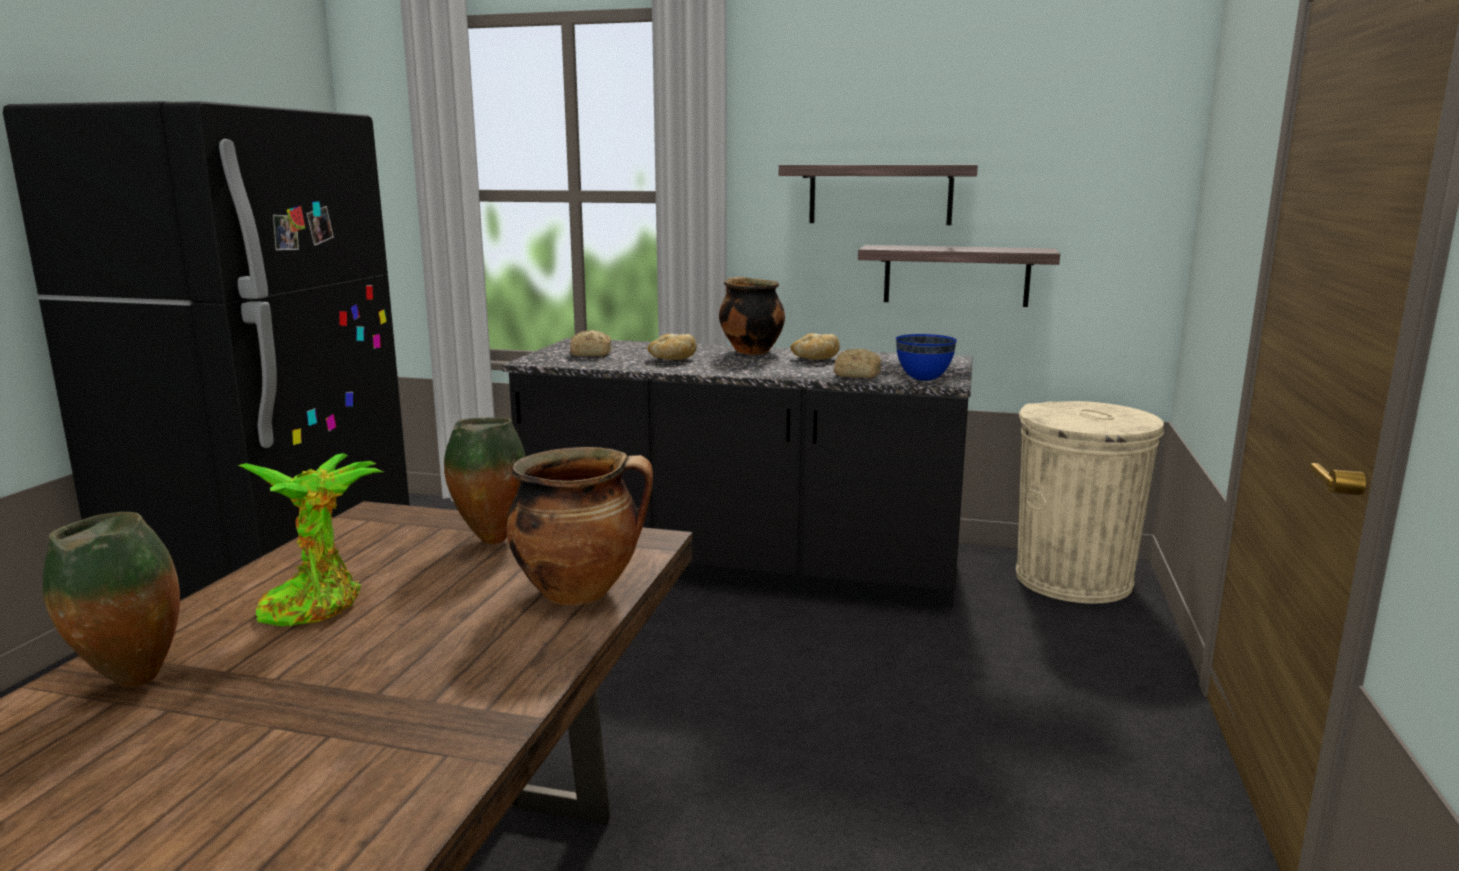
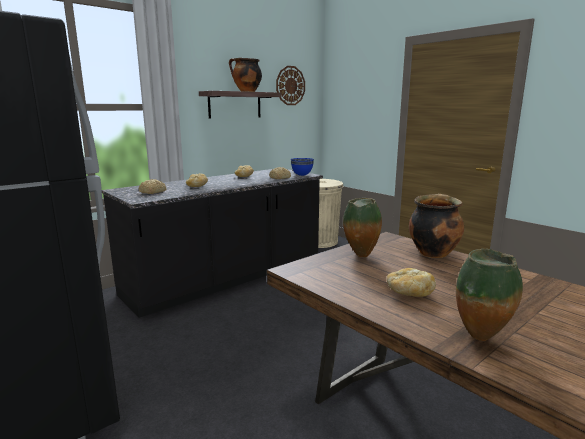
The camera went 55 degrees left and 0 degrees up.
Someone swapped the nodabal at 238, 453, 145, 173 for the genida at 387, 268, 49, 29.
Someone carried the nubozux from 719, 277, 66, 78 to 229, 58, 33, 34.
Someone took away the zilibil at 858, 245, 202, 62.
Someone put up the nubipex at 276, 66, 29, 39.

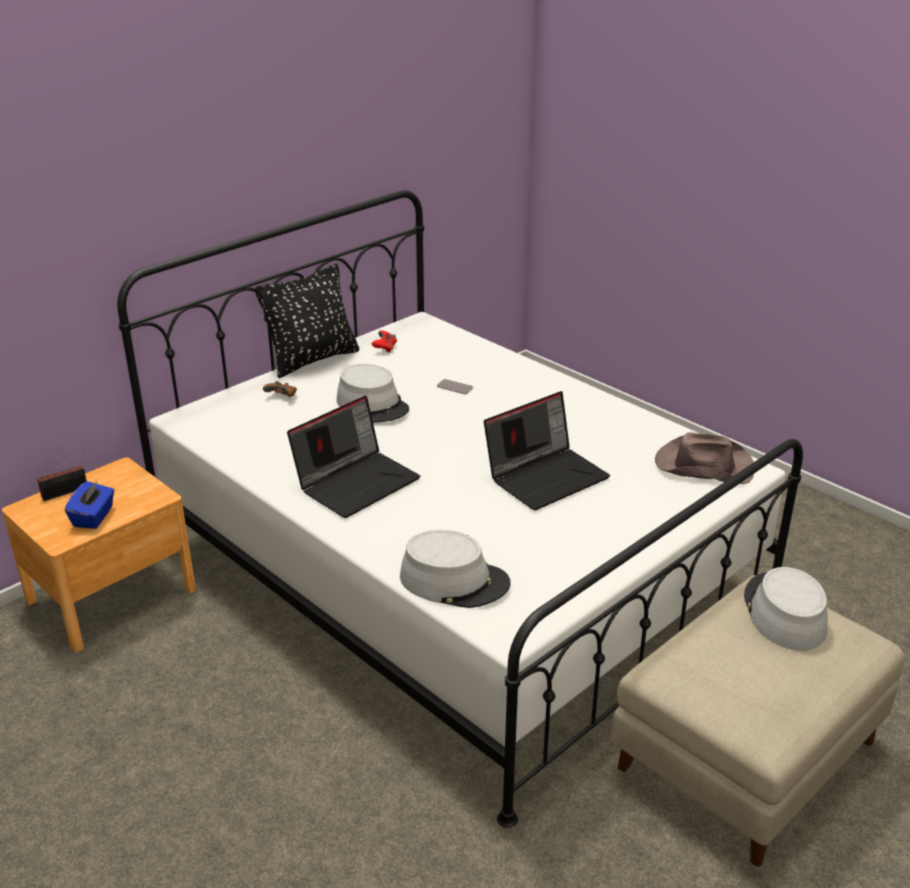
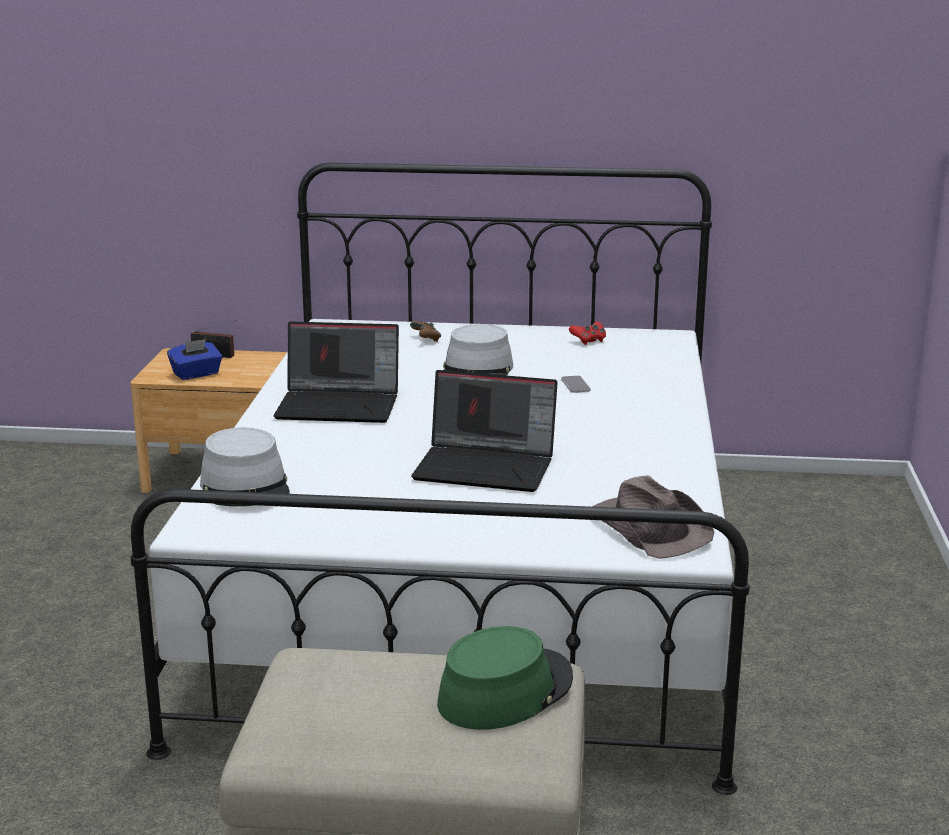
The camera went 50 degrees right and 10 degrees down.
Someone took away the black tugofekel at 255, 264, 104, 114.
Someone repainted the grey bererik at 744, 567, 84, 84, which became the green bererik at 437, 626, 136, 104.

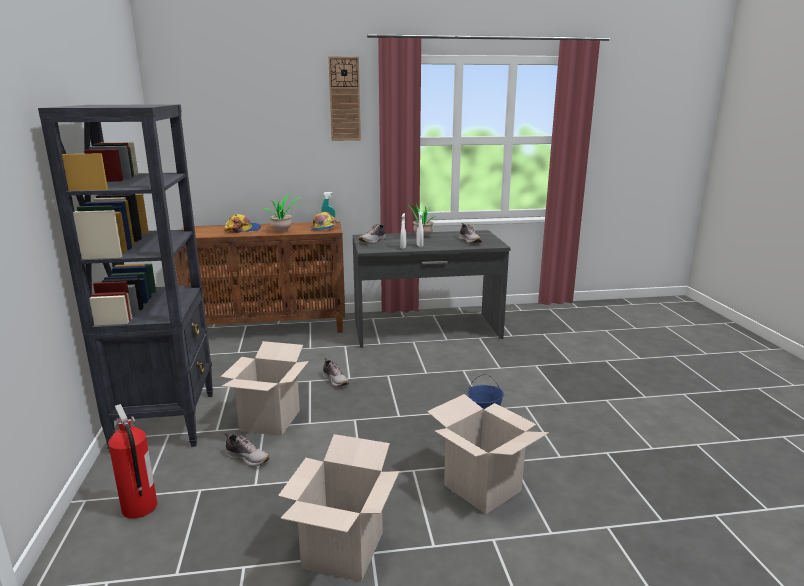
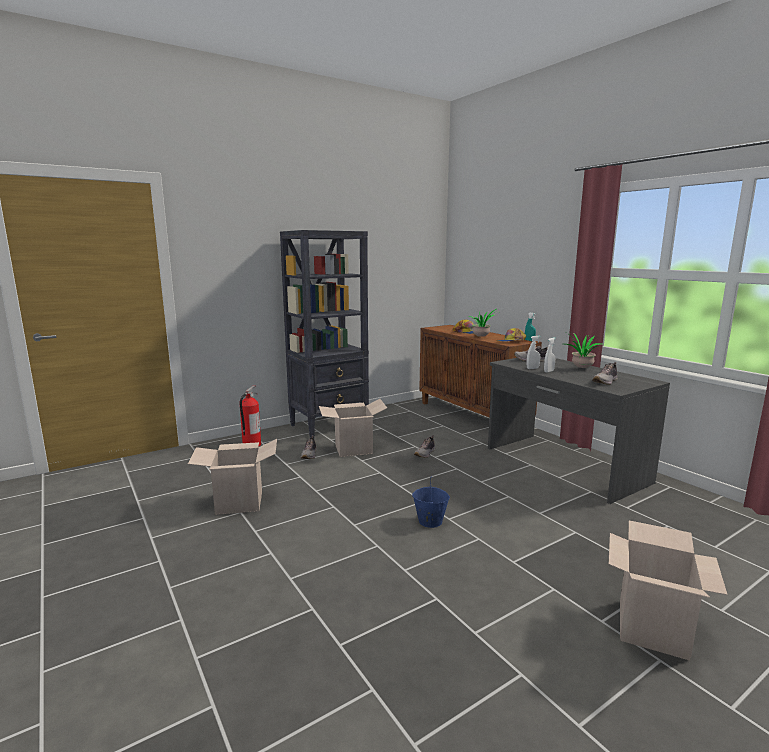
The camera went 65 degrees right and 5 degrees down.
Someone took away the nubipex at 328, 56, 33, 85.
Someone carried the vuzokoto from 427, 394, 122, 120 to 609, 521, 119, 140.

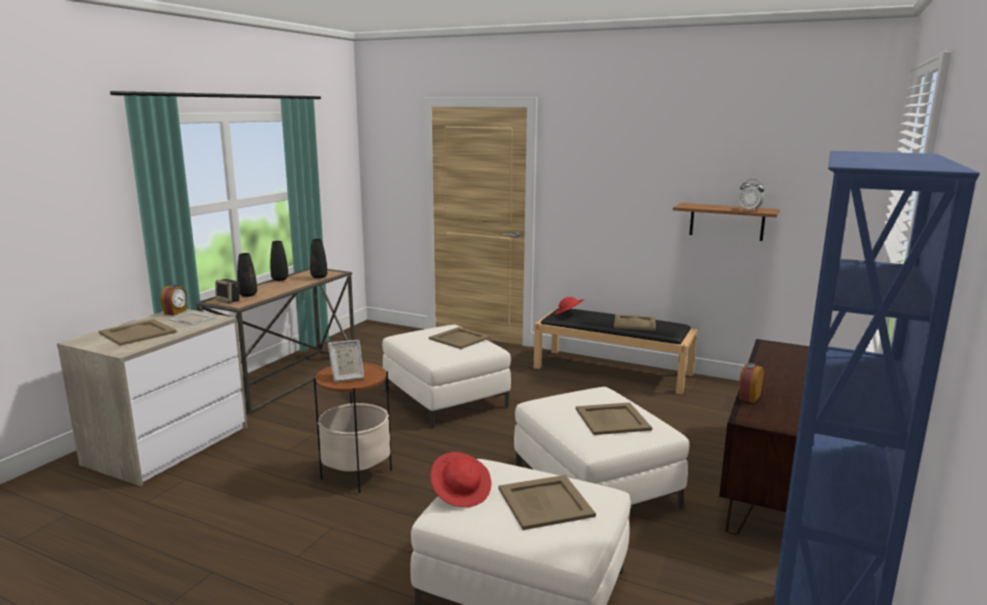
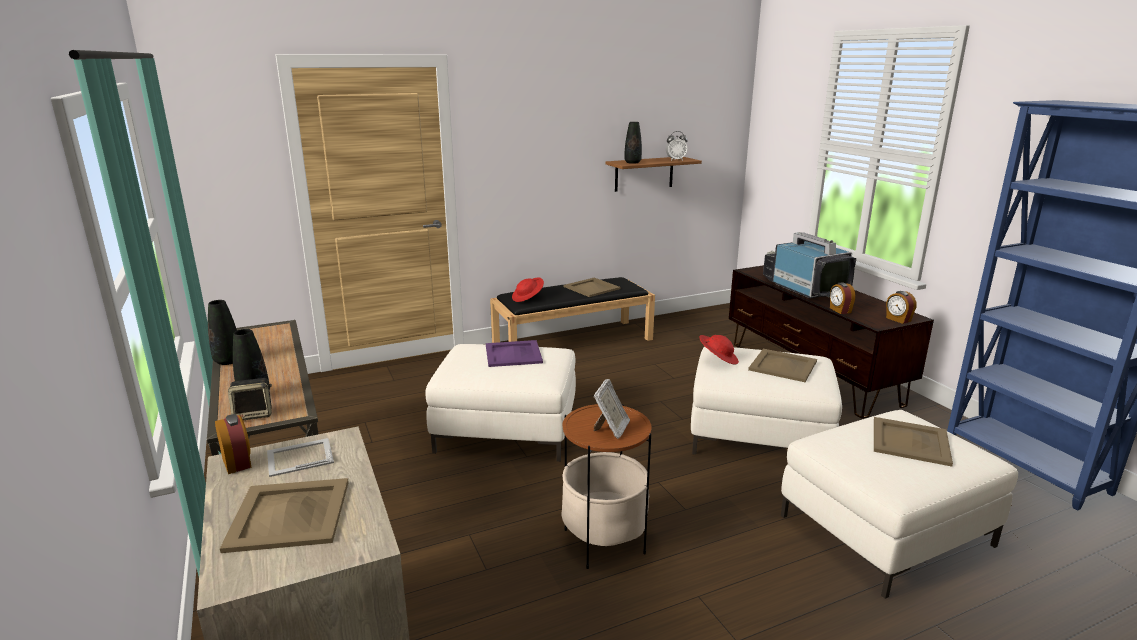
The camera went 50 degrees left and 5 degrees up.
Someone carried the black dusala from 310, 239, 17, 39 to 625, 122, 17, 42.
Someone repainted the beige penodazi at 429, 327, 62, 22, which became the purple penodazi at 486, 340, 57, 27.
Someone carried the red bererik from 430, 452, 62, 55 to 699, 335, 40, 30.
Someone put down the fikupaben at 763, 232, 93, 66.
Someone put down the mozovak at 886, 291, 30, 33.

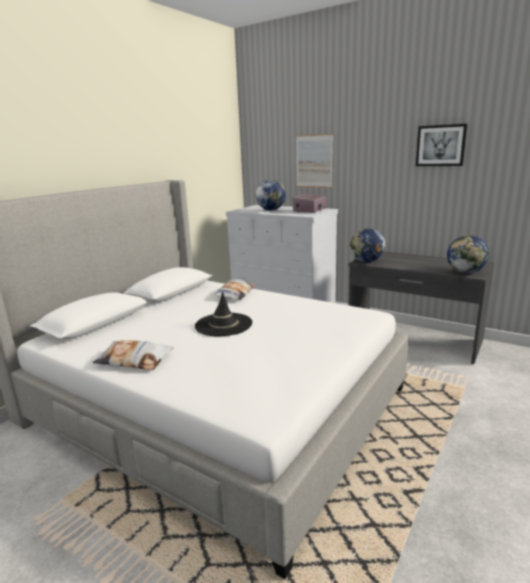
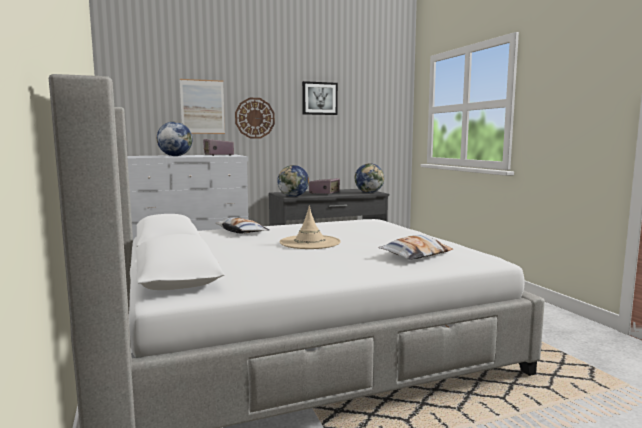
The camera went 55 degrees left and 10 degrees down.
Someone carried the tugofekel from 92, 340, 82, 30 to 379, 235, 74, 25.
Someone repainted the black bererik at 195, 291, 57, 45, which became the beige bererik at 279, 206, 62, 43.
Someone put up the nubipex at 235, 98, 40, 41.
Someone put down the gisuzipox at 309, 178, 31, 16.

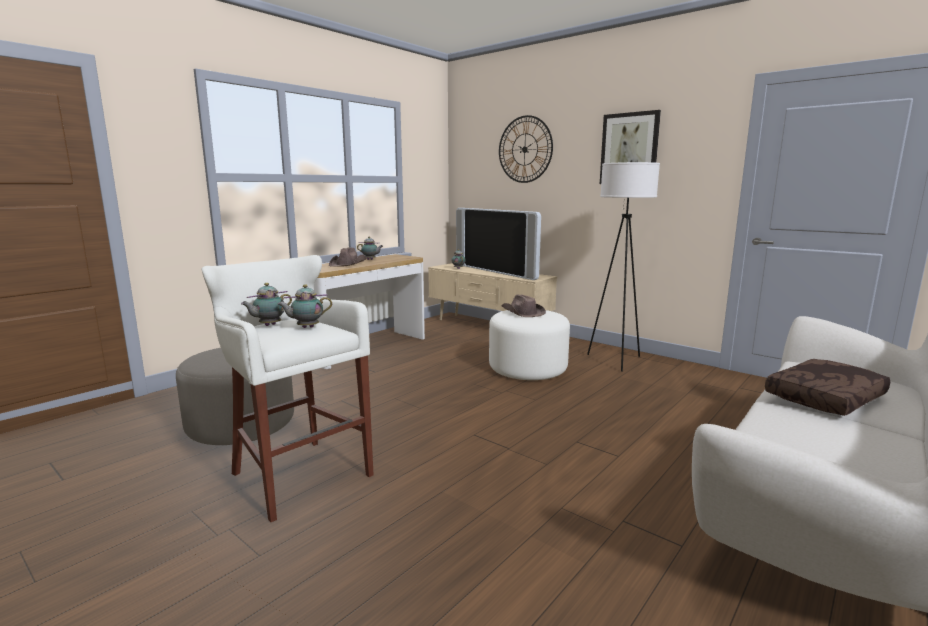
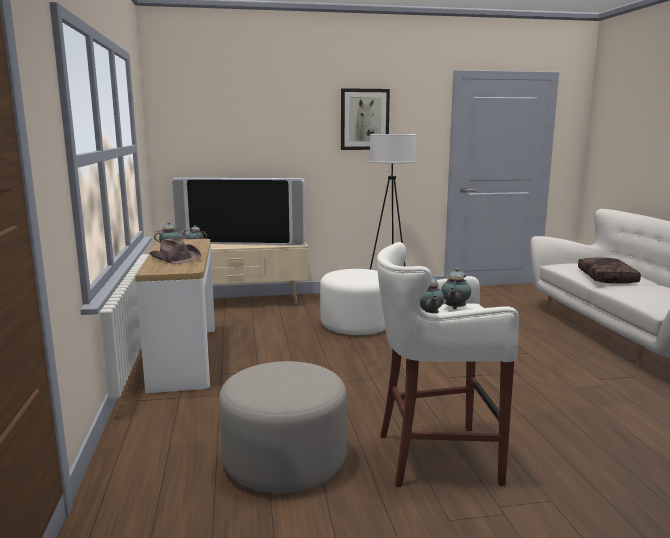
The camera went 50 degrees left and 0 degrees up.
Someone took away the nubipex at 499, 115, 54, 68.
Someone took away the brown bererik at 502, 294, 44, 23.

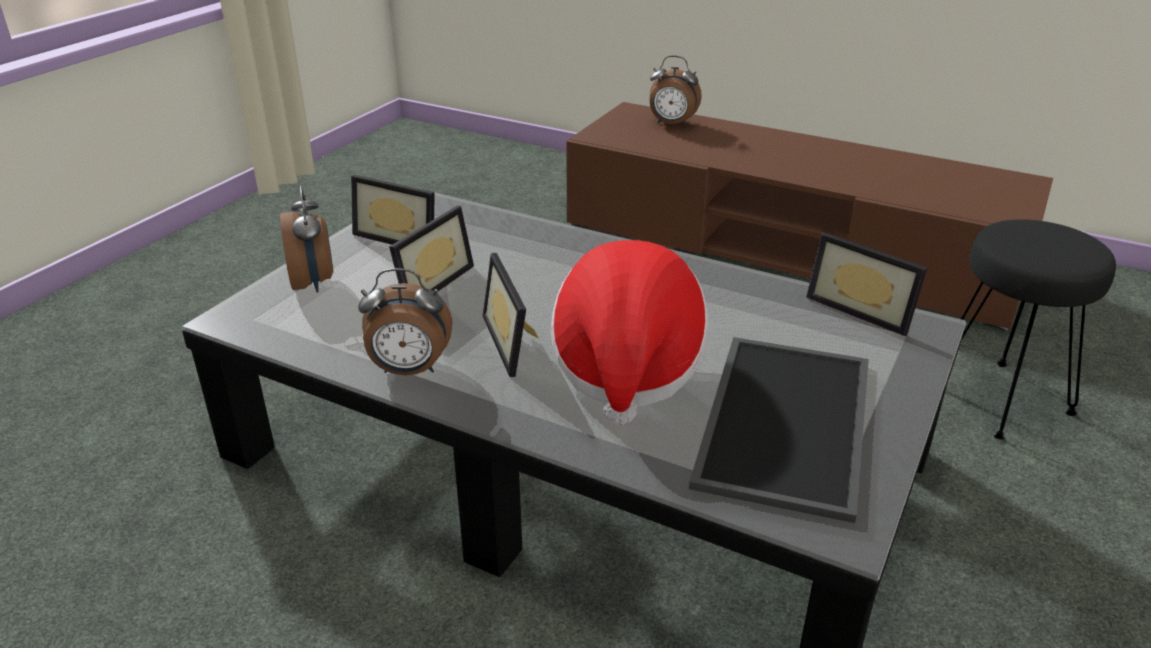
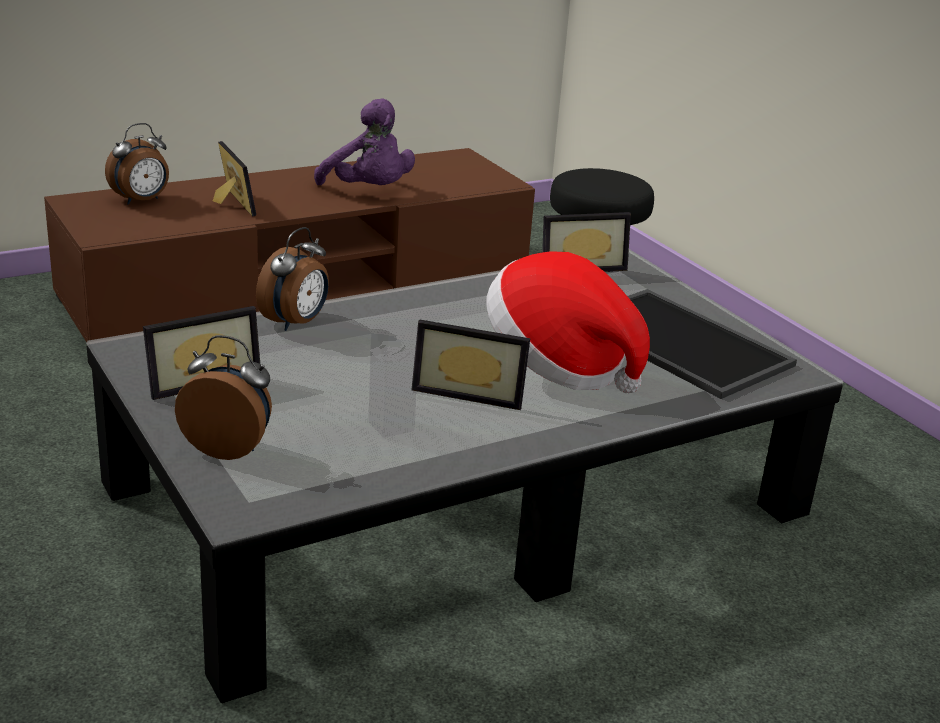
The camera went 60 degrees left and 5 degrees down.
Someone carried the mozovak from 358, 268, 94, 107 to 256, 227, 73, 104.
Someone carried the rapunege from 389, 206, 85, 85 to 213, 141, 43, 76.
Someone put down the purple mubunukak at 314, 98, 101, 87.

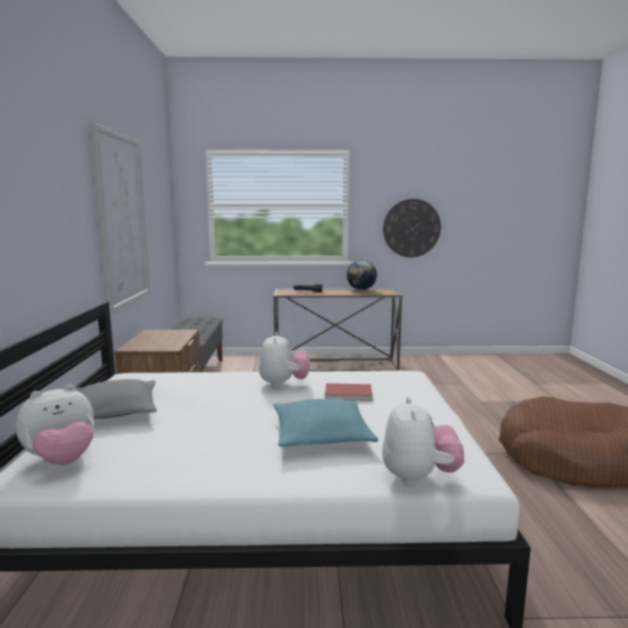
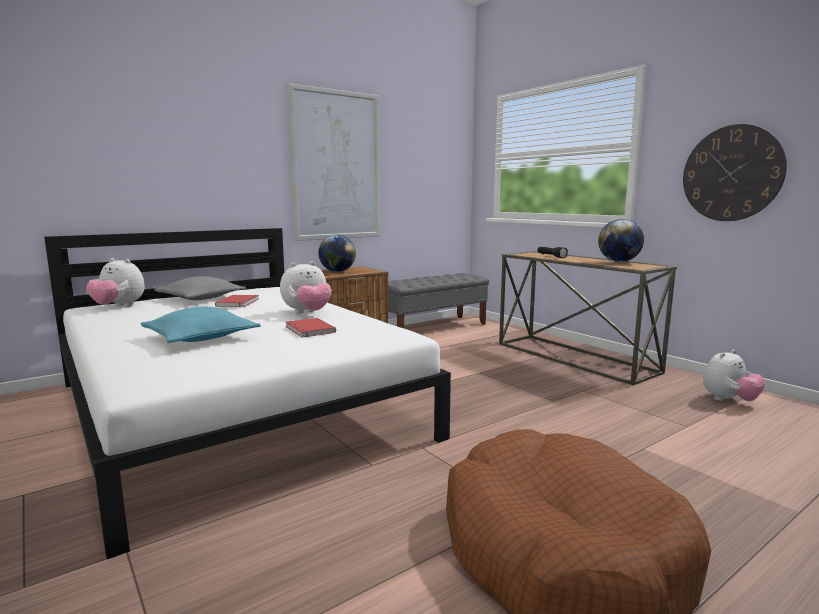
The camera went 55 degrees right and 0 degrees up.
Someone carried the mubunukak from 382, 397, 82, 89 to 703, 350, 62, 51.
Someone put down the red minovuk at 215, 295, 44, 12.
Someone put down the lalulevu at 318, 235, 38, 37.

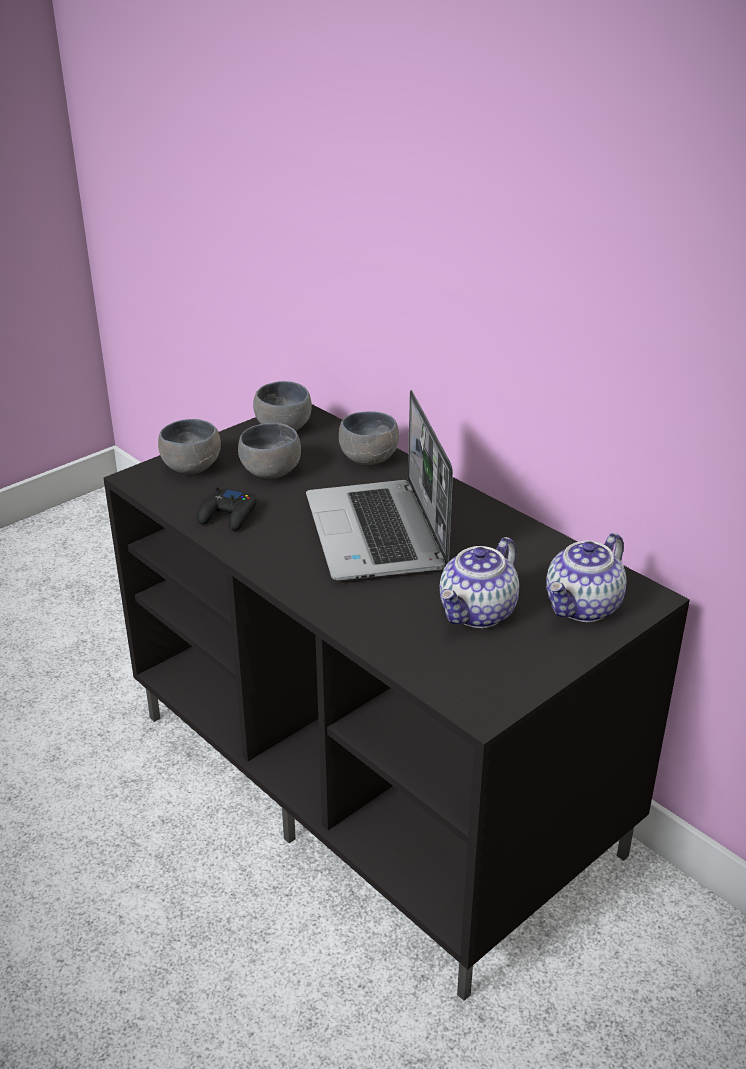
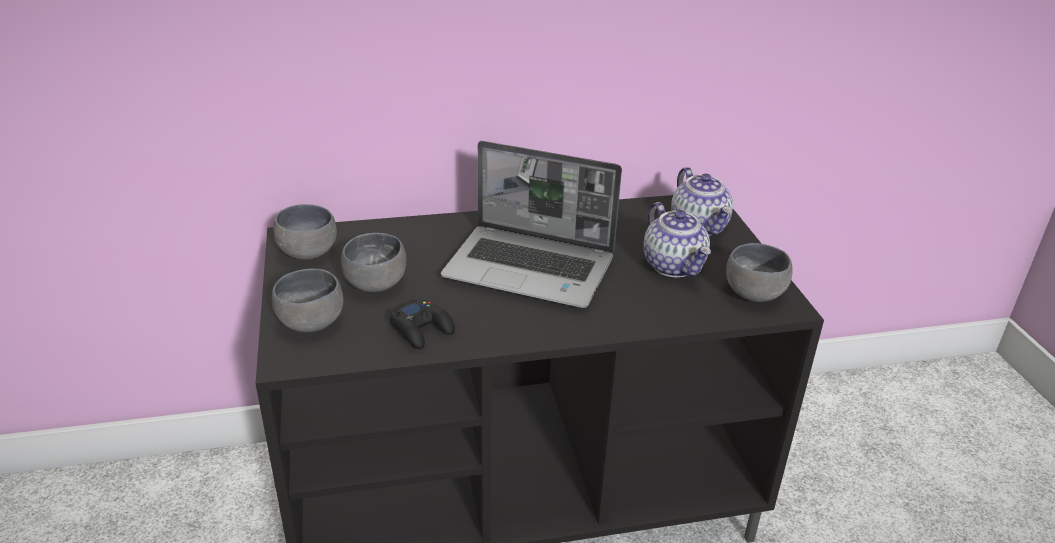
The camera went 60 degrees left and 0 degrees up.
Someone carried the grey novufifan from 339, 411, 60, 54 to 726, 243, 67, 59.

